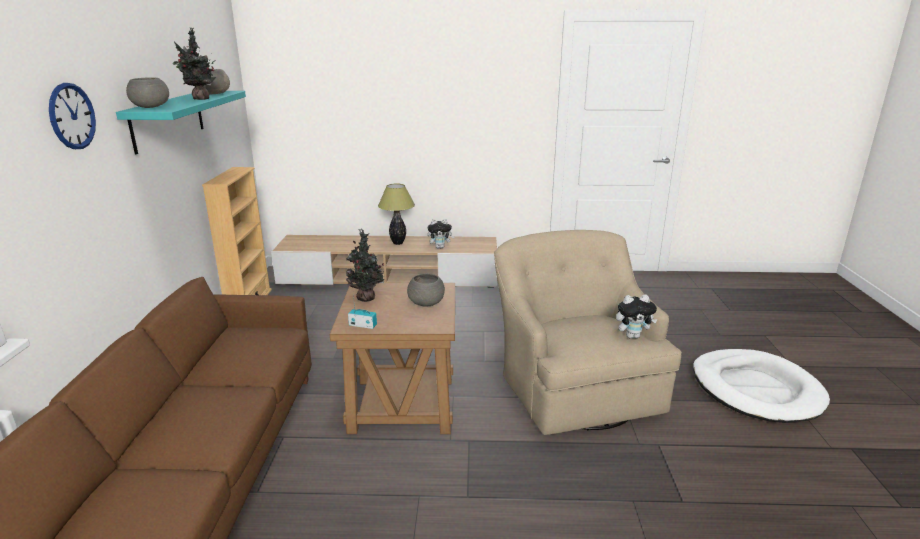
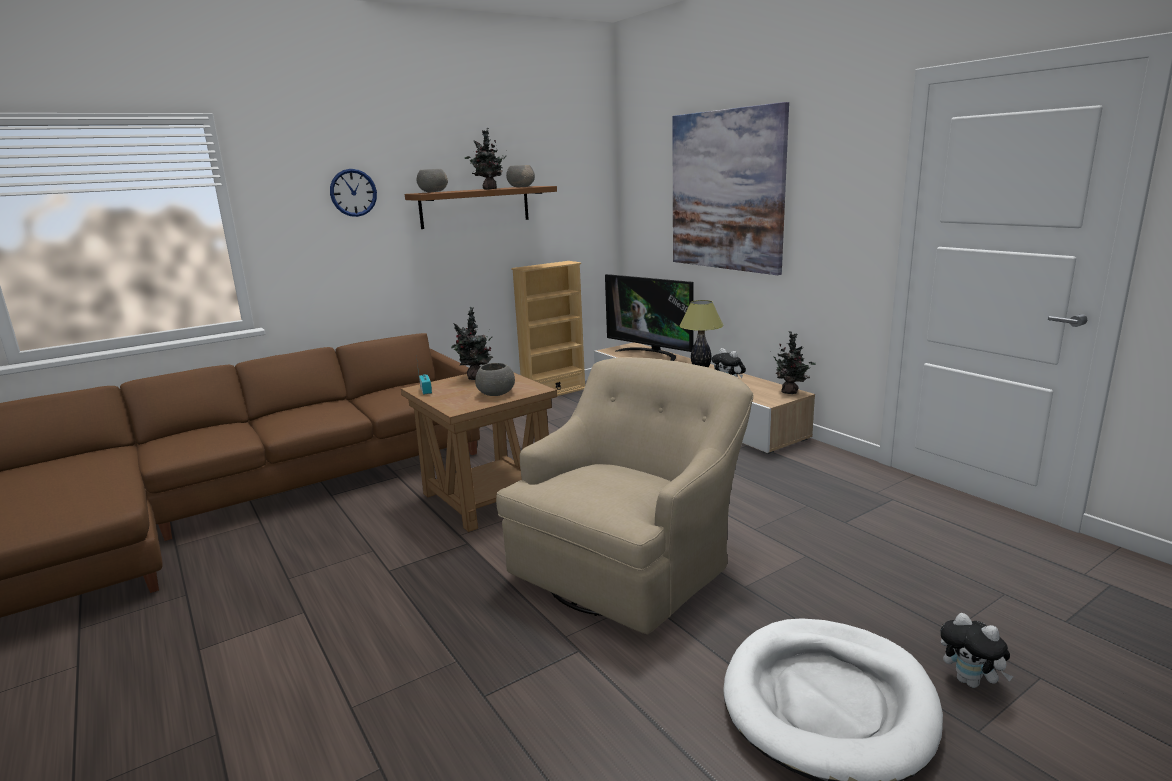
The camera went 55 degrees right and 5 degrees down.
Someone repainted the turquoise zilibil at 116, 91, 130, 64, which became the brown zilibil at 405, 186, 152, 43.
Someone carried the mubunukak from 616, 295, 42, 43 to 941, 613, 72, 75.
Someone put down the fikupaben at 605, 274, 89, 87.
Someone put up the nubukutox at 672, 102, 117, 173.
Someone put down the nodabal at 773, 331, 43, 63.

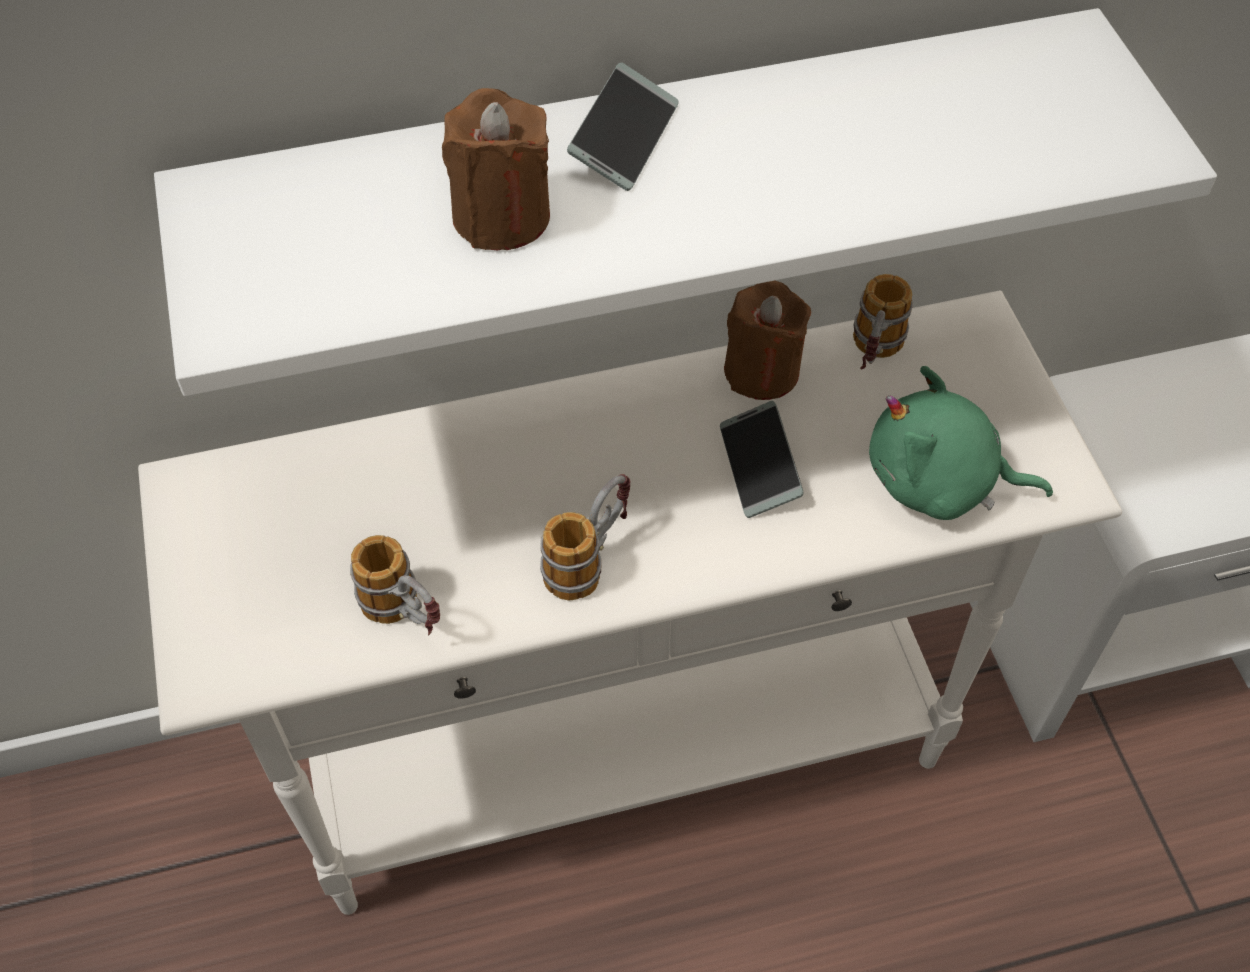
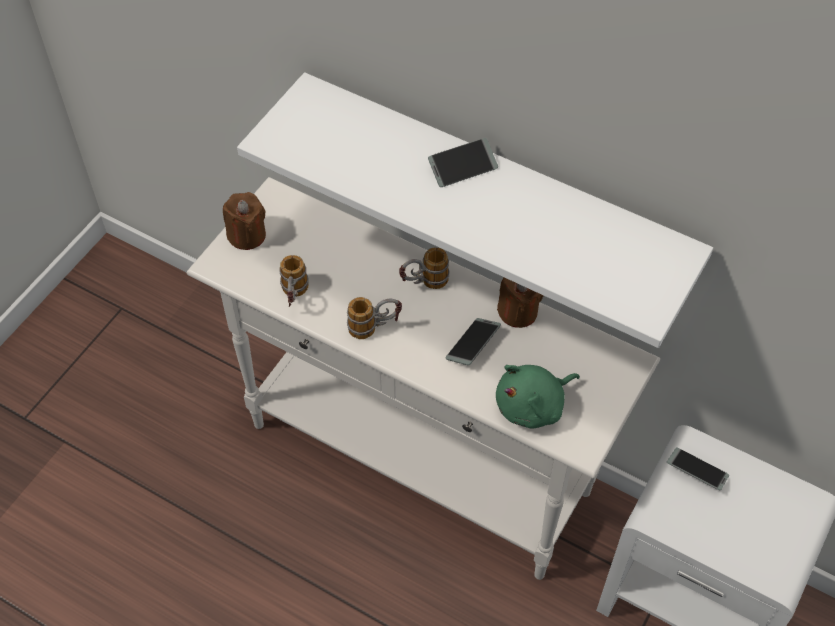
The camera went 45 degrees right and 0 degrees up.
Someone carried the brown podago from 442, 88, 108, 162 to 223, 192, 43, 58.
Someone carried the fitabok from 853, 274, 60, 95 to 399, 248, 50, 41.
Someone rotated the green mubunukak at 869, 366, 184, 154 by 90 degrees counterclockwise.
Someone put down the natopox at 667, 447, 62, 43.

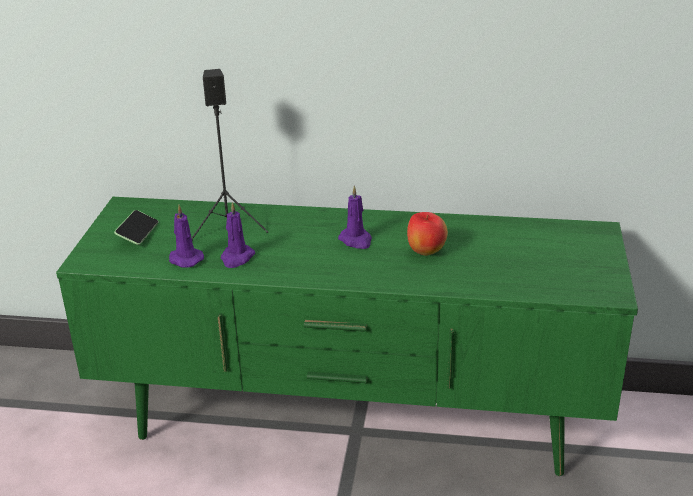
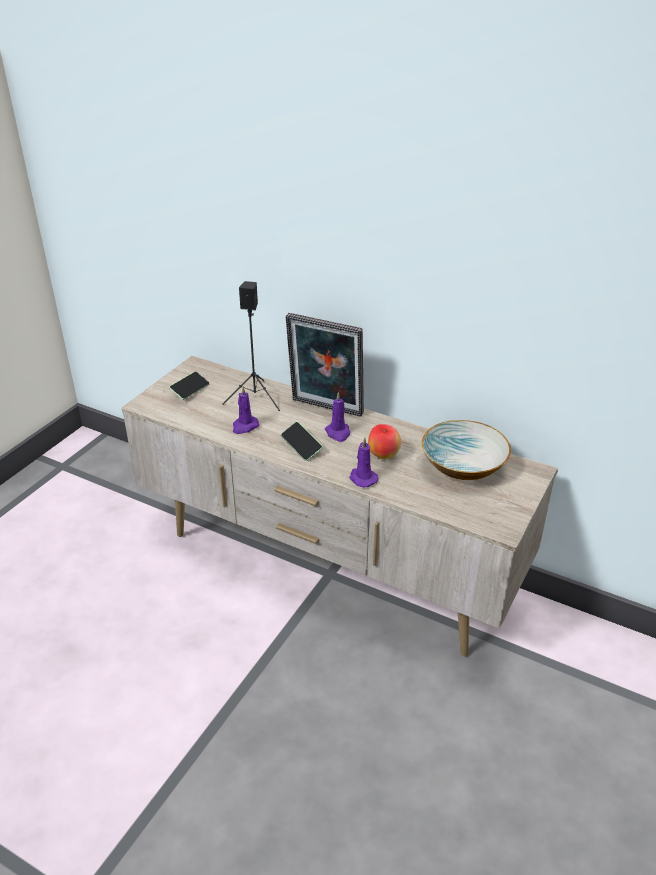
The camera went 20 degrees right and 5 degrees up.
Someone repainted the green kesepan at 56, 197, 582, 279, which became the beige kesepan at 122, 356, 436, 300.
Someone carried the purple podago from 169, 205, 35, 63 to 349, 437, 29, 50.
Someone put down the natopox at 281, 422, 42, 39.
Someone put down the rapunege at 286, 313, 78, 104.
Someone put down the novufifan at 422, 420, 89, 60.

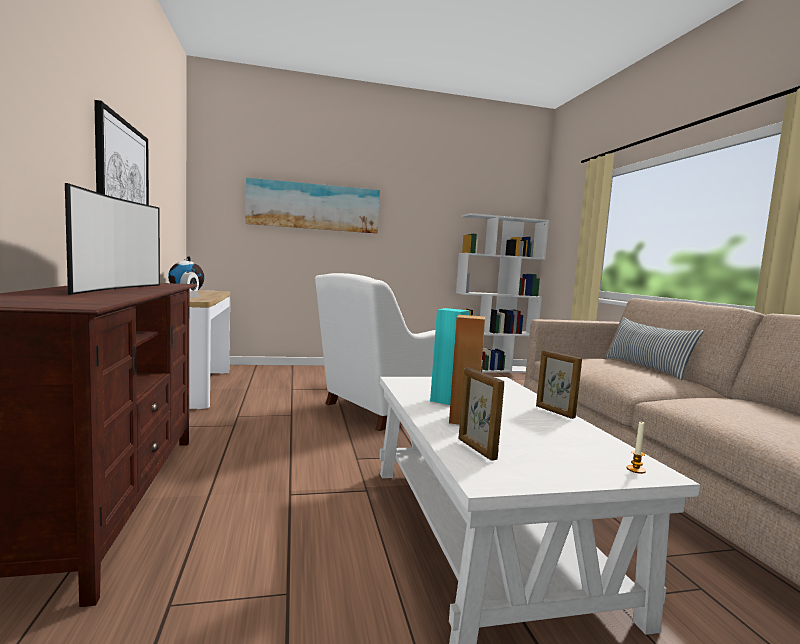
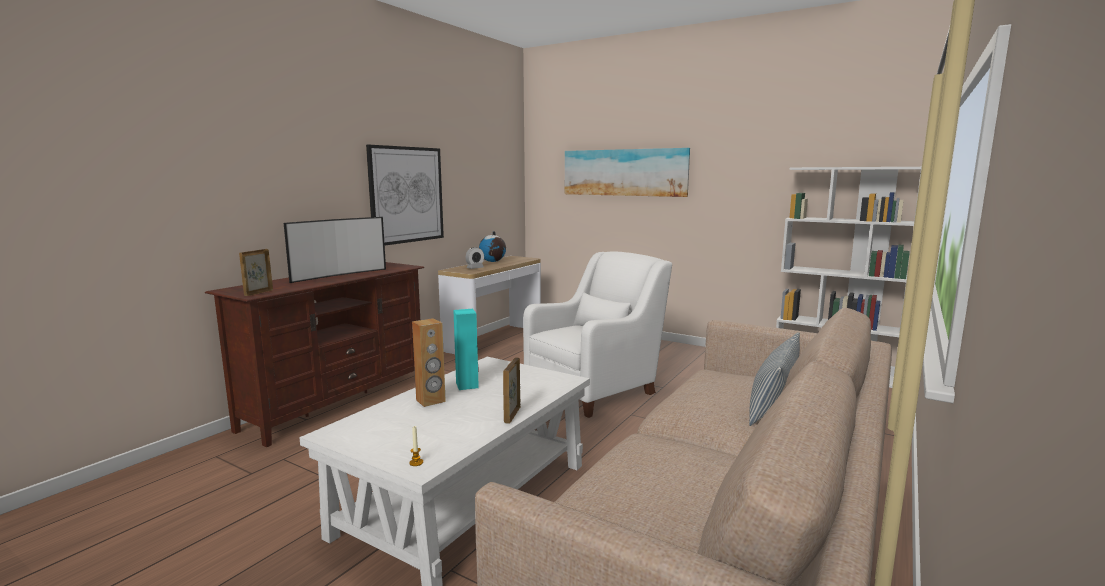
The camera went 45 degrees right and 5 degrees up.
Someone rotated the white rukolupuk at 315, 273, 120, 158 by 135 degrees clockwise.
Someone carried the rapunege from 458, 368, 46, 93 to 239, 249, 34, 47.

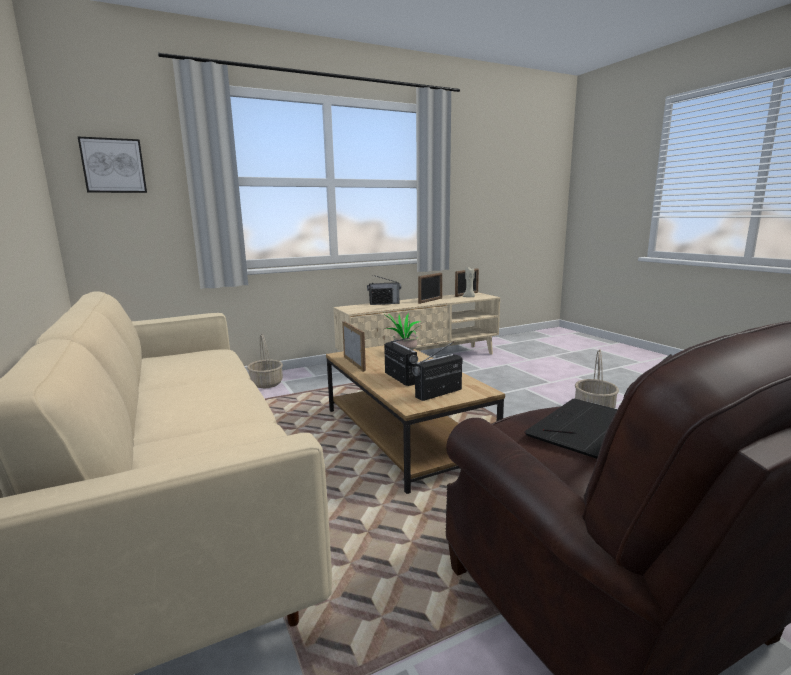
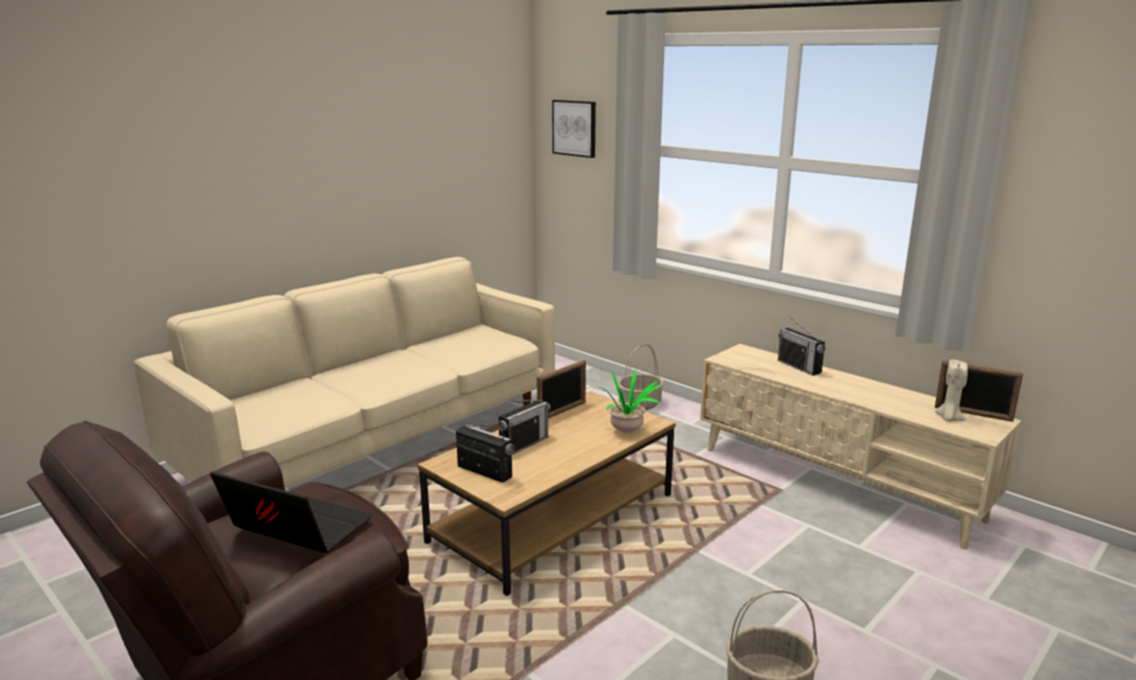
The camera went 70 degrees right and 5 degrees up.
Someone took away the rapunege at 418, 273, 24, 31.

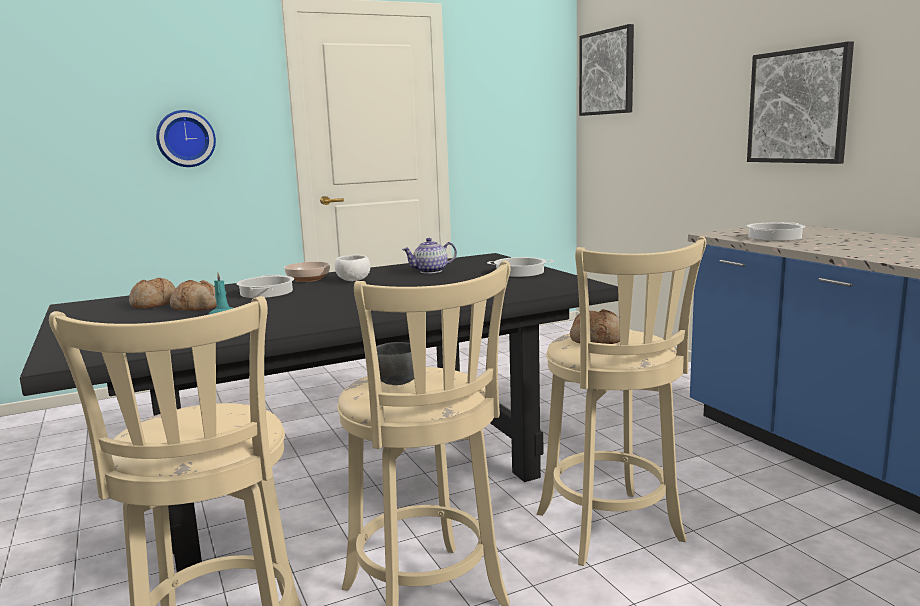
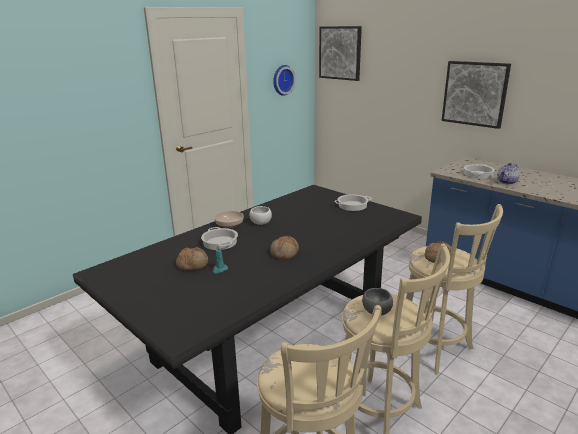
The camera went 20 degrees left and 10 degrees up.
Someone carried the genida from 129, 278, 47, 31 to 270, 236, 29, 24.
Someone carried the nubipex from 156, 110, 60, 57 to 273, 65, 23, 31.
Someone carried the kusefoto from 402, 238, 55, 36 to 497, 163, 23, 22.

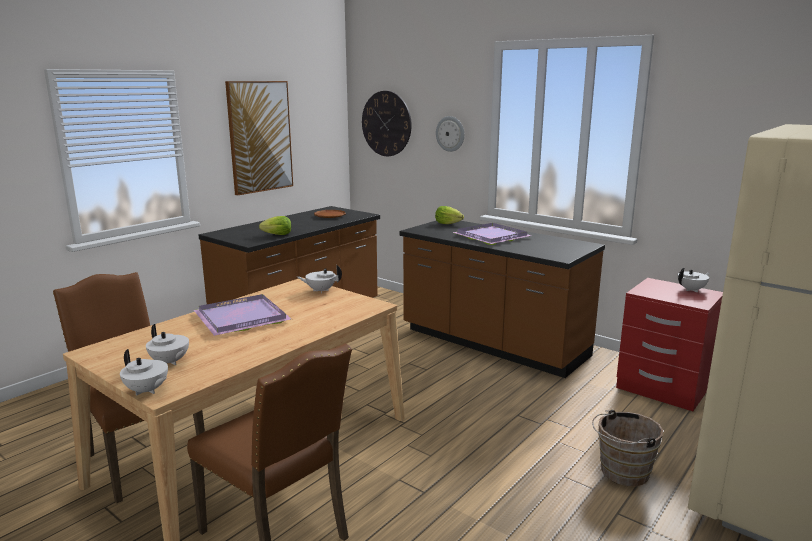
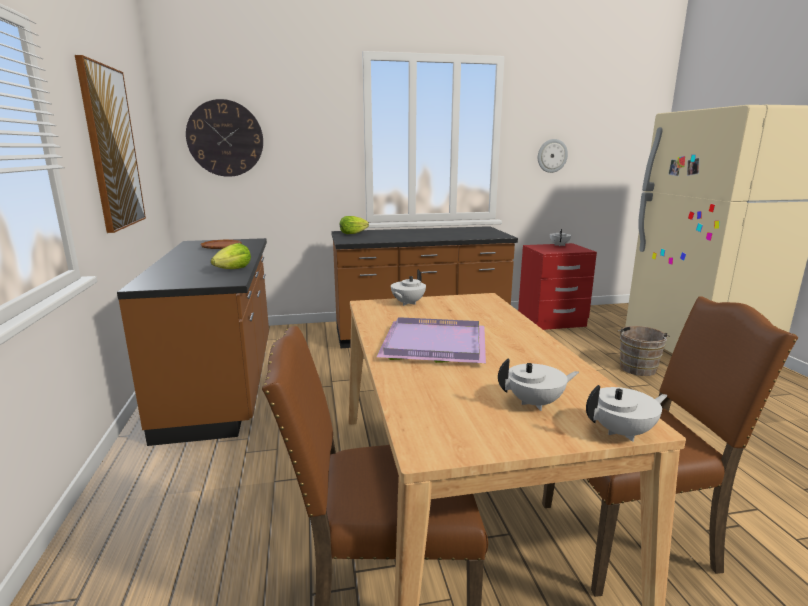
The camera went 50 degrees left and 0 degrees up.
Someone carried the nubipex from 436, 116, 28, 36 to 538, 139, 30, 34.
Someone took away the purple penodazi at 453, 223, 79, 22.

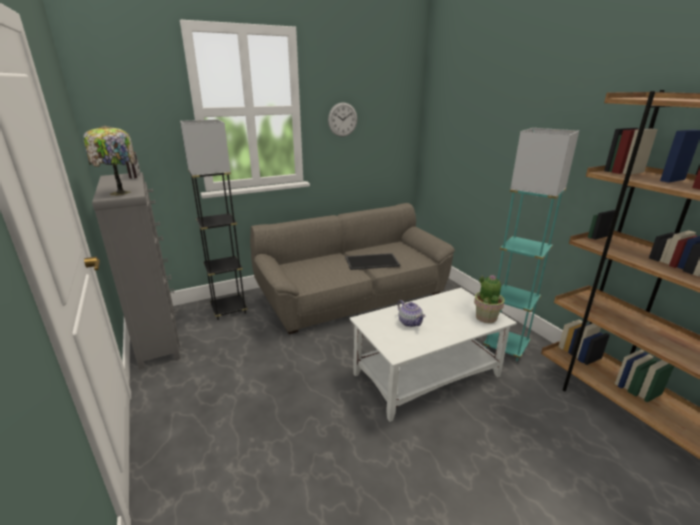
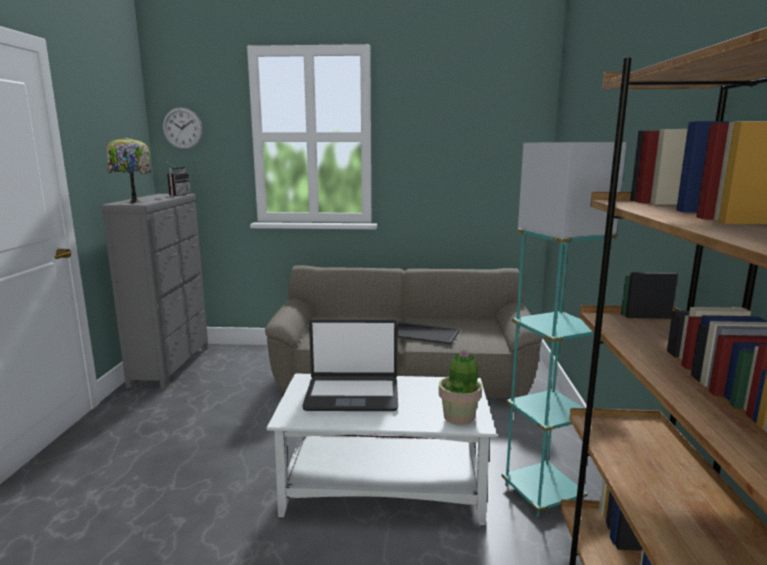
The camera went 30 degrees right and 10 degrees down.
Someone took away the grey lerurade at 180, 119, 68, 201.
Someone carried the nubipex from 328, 102, 29, 35 to 163, 107, 40, 43.
Someone swapped the kusefoto at 397, 300, 28, 27 for the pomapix at 302, 319, 96, 92.

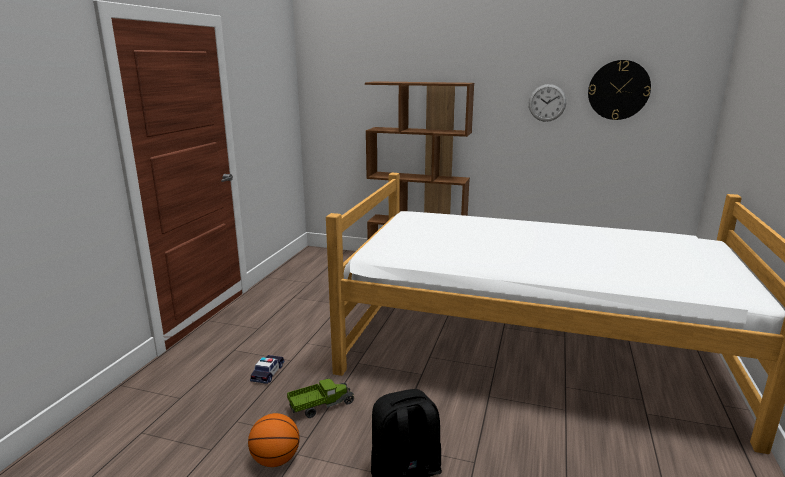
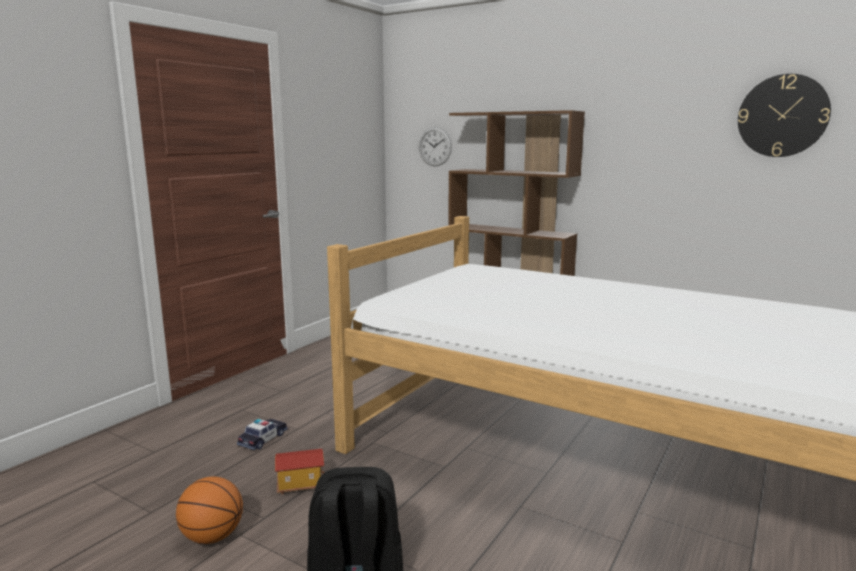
The camera went 15 degrees right and 5 degrees down.
Someone swapped the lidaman at 287, 378, 68, 40 for the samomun at 275, 449, 49, 46.
Someone carried the nubipex from 529, 84, 37, 38 to 419, 127, 33, 39.

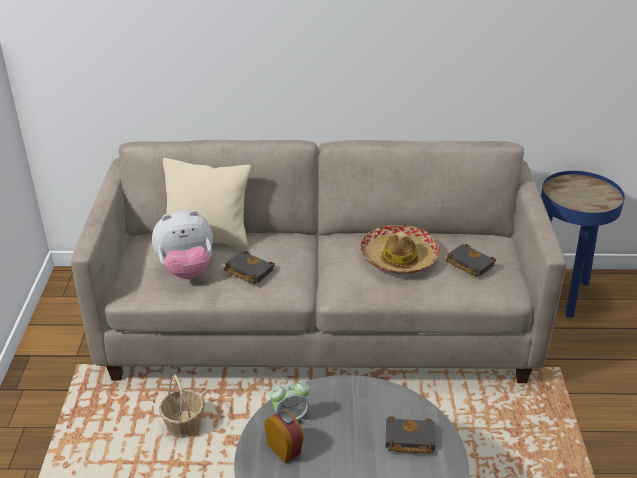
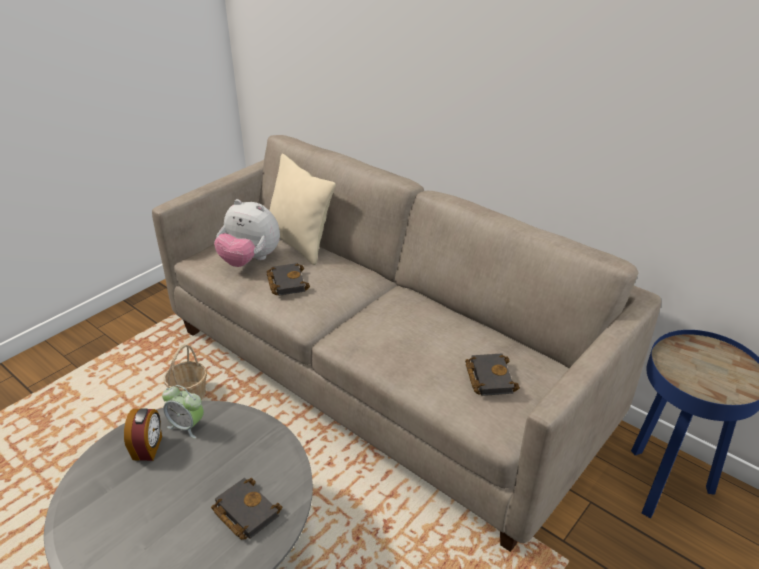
The camera went 40 degrees right and 0 degrees up.
Someone took away the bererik at 360, 225, 80, 50.

